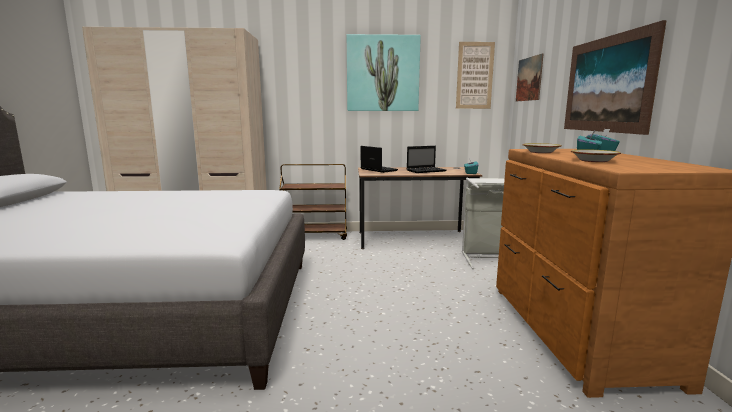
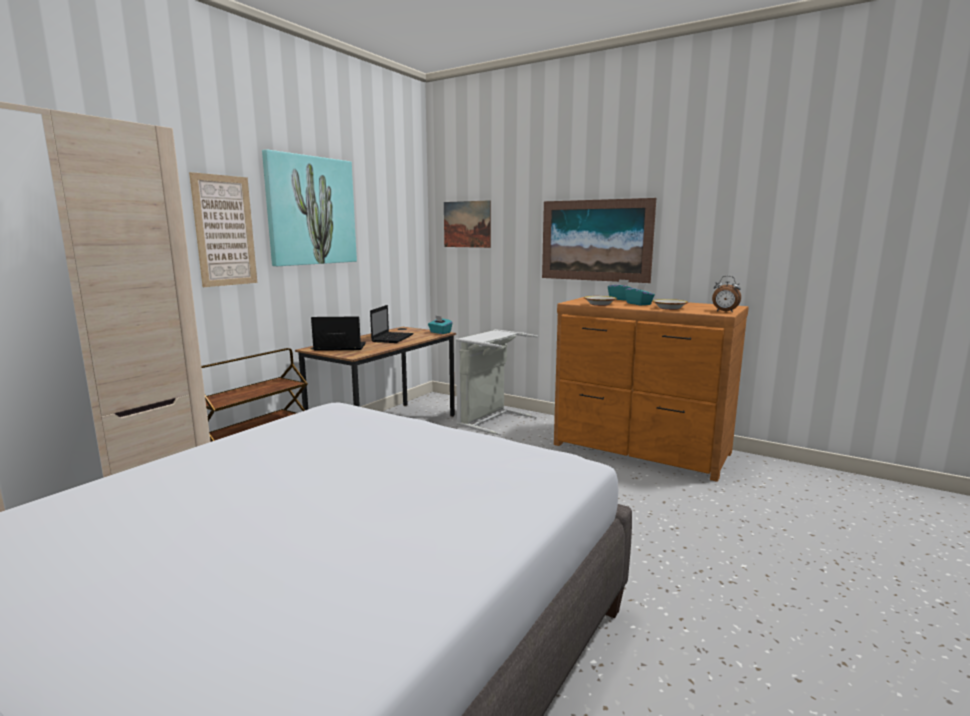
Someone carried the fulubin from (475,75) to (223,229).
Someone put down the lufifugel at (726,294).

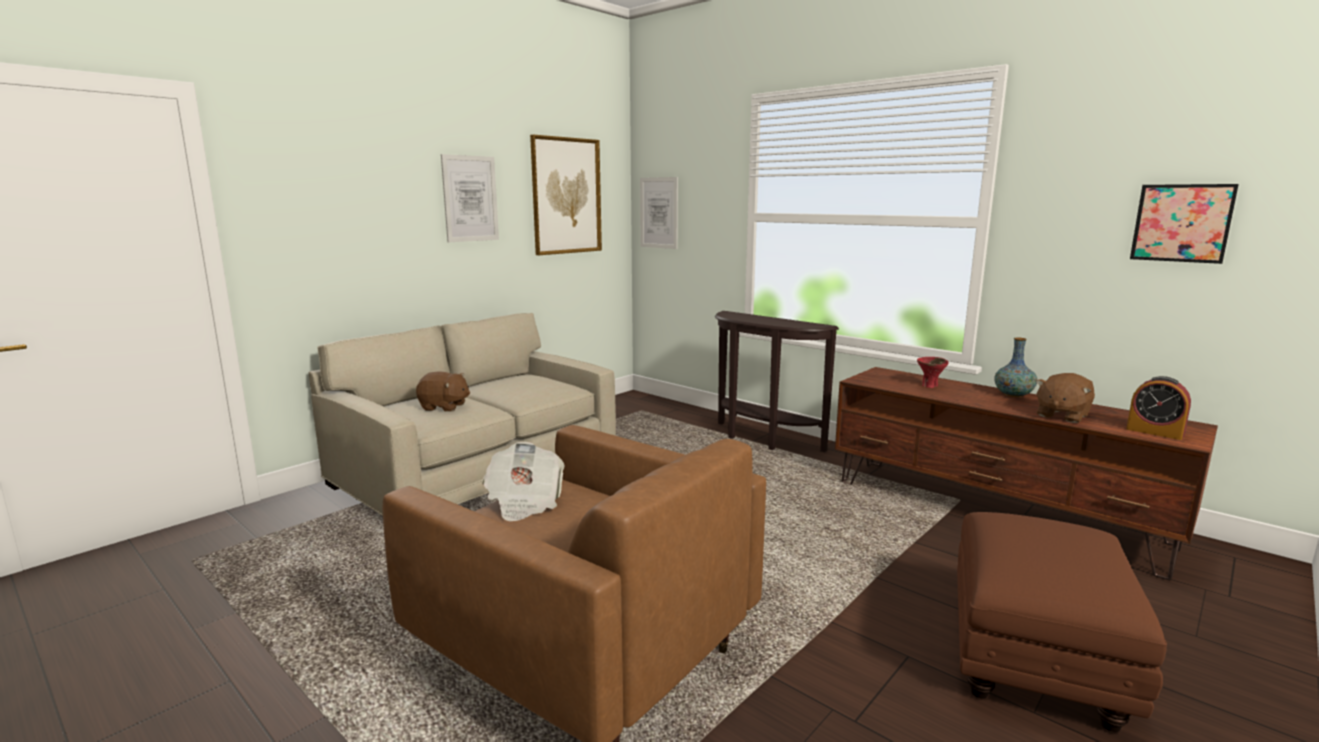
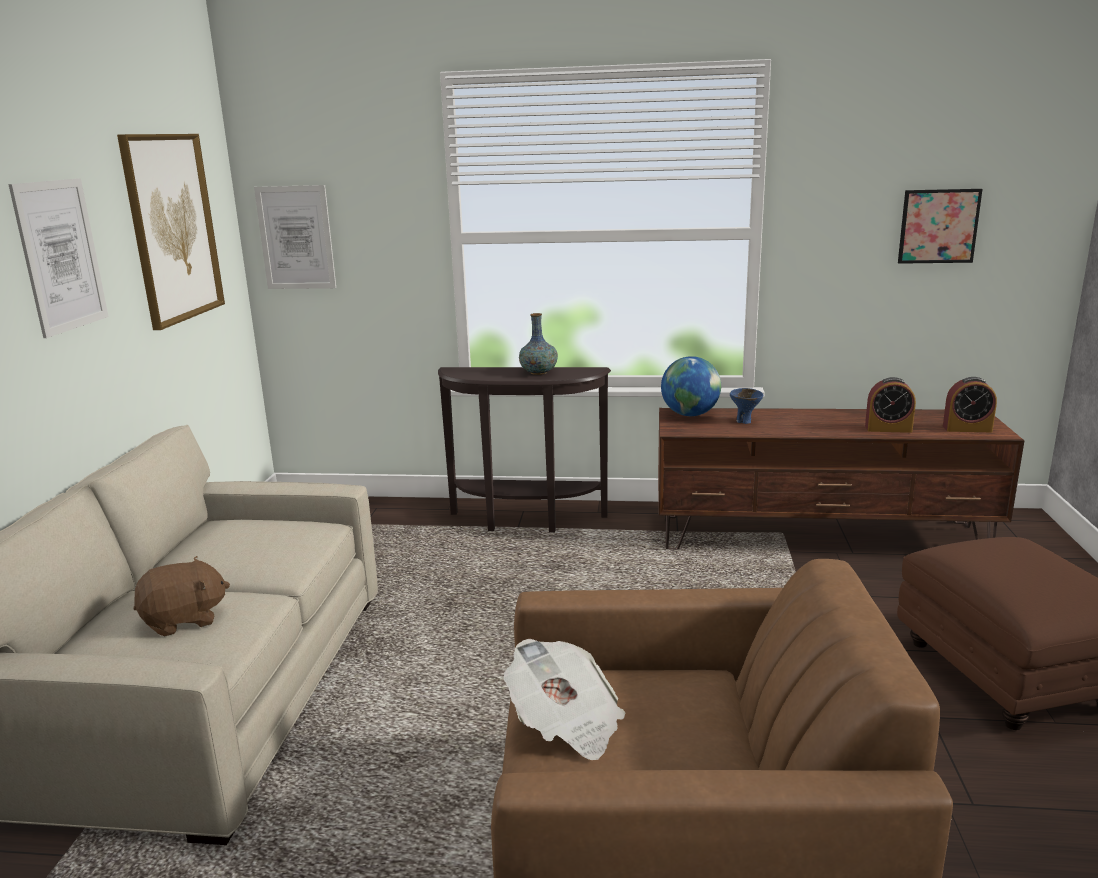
Someone carried the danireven from (1015,367) to (538,344).
Someone put down the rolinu at (691,386).
Someone repainted the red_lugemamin at (933,372), which became the blue_lugemamin at (746,406).
Someone swapped the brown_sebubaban at (1065,398) for the lufifugel at (890,405).

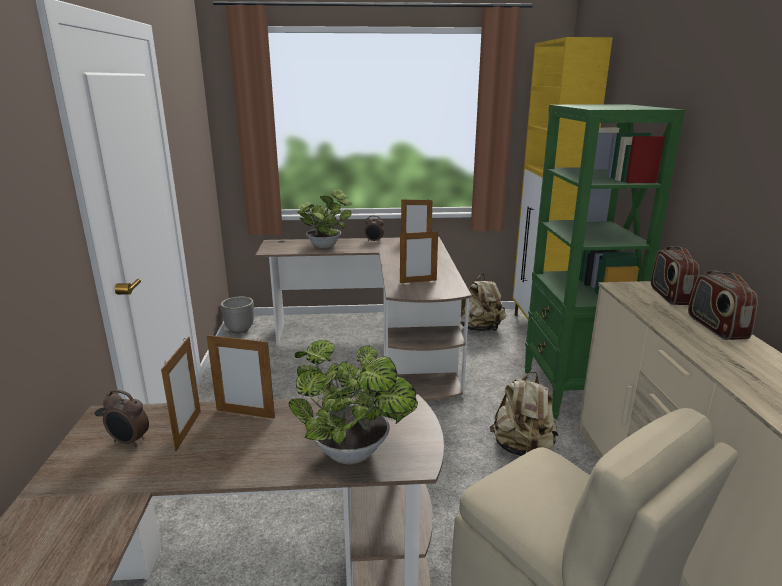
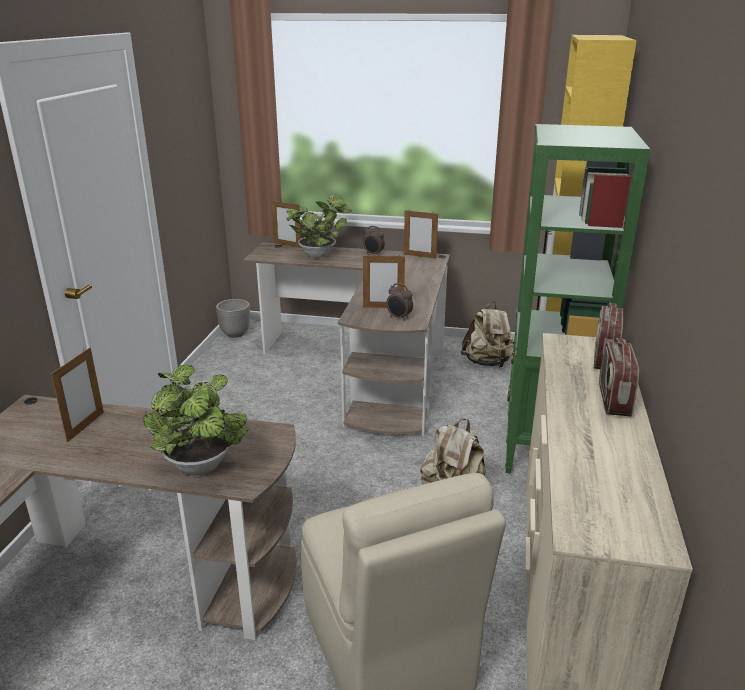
Someone carried the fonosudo from (241,376) to (286,224).
Someone carried the lufifugel from (126,419) to (399,302).

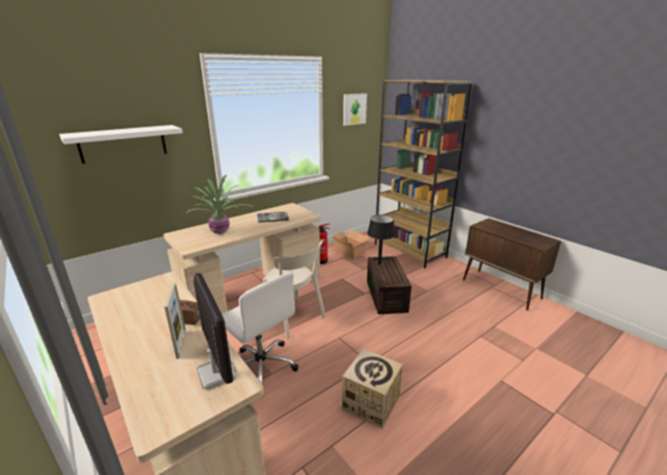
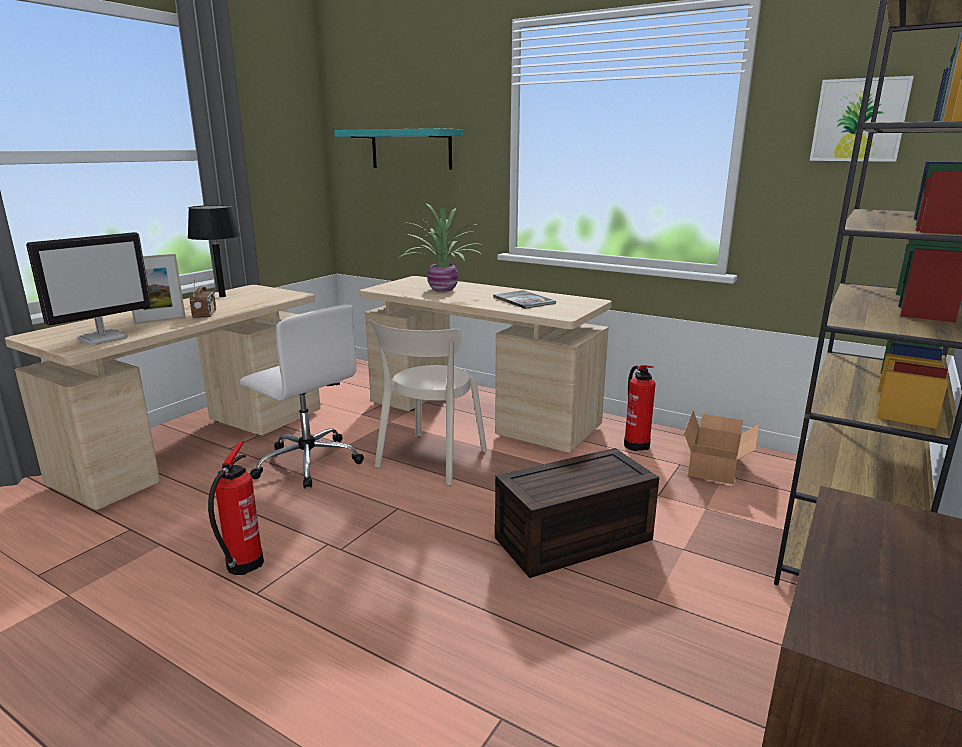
Someone carried the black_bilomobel from (381,240) to (214,251).
Someone swapped the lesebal at (372,389) for the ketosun at (236,508).
Someone rotated the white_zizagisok at (260,333) by 75 degrees counterclockwise.
Someone repainted the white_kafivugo at (121,144), which became the turquoise_kafivugo at (399,149).

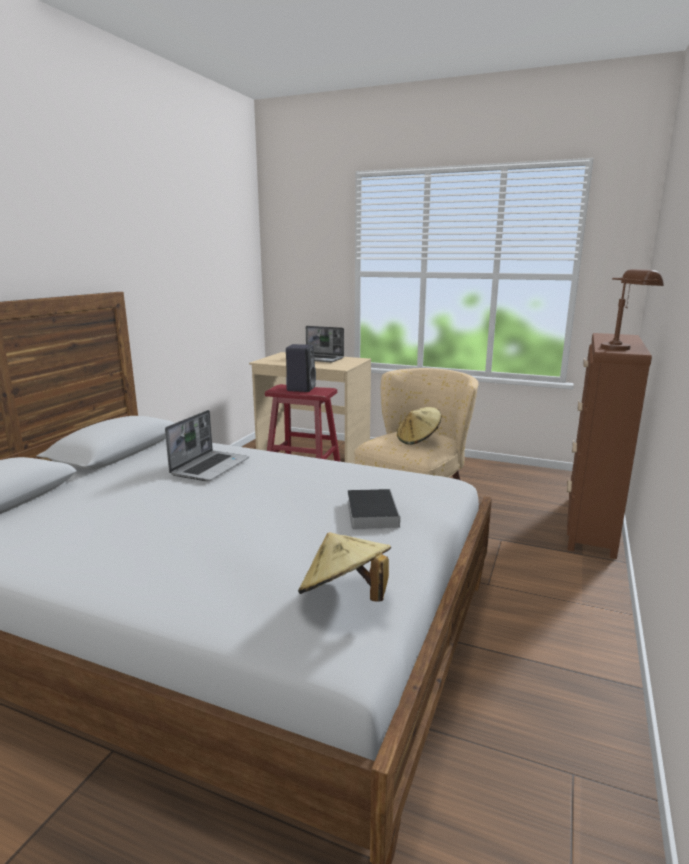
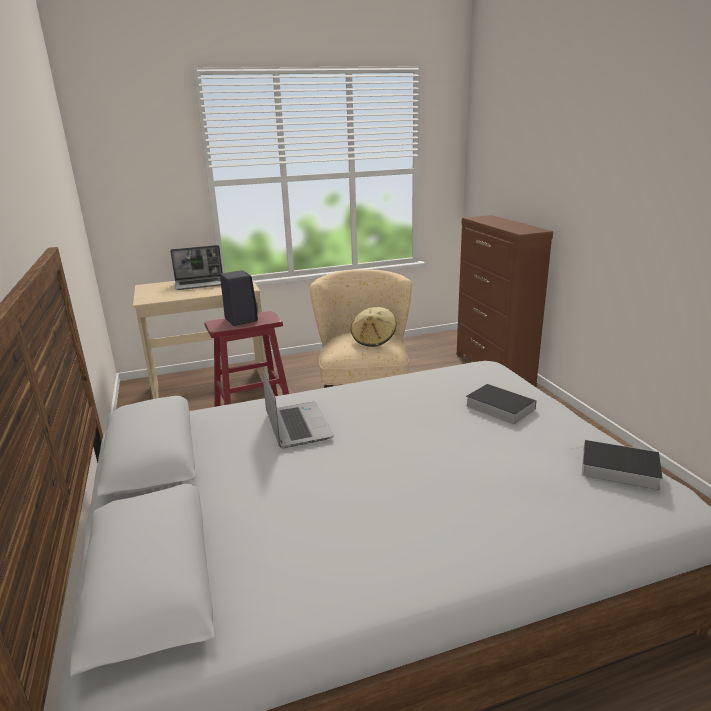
Someone swapped the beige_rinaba at (344,567) for the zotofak at (616,465).
Someone took away the brown_bilomobel at (632,310).

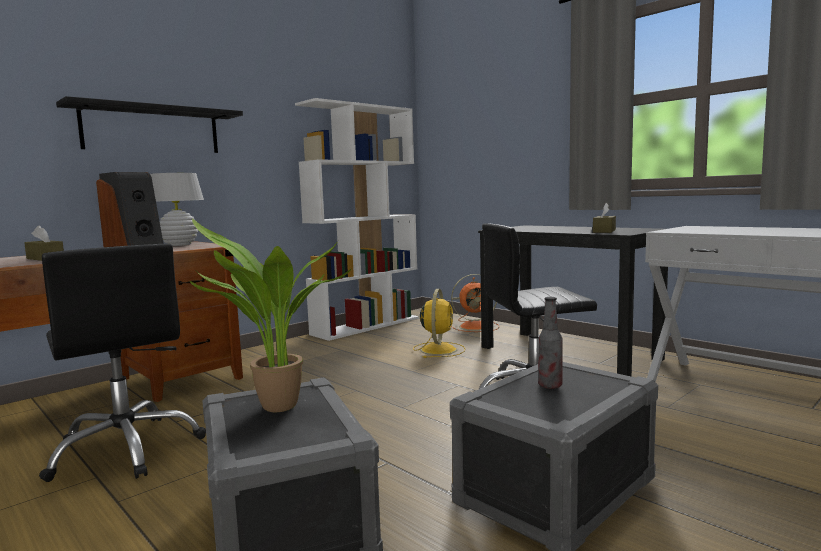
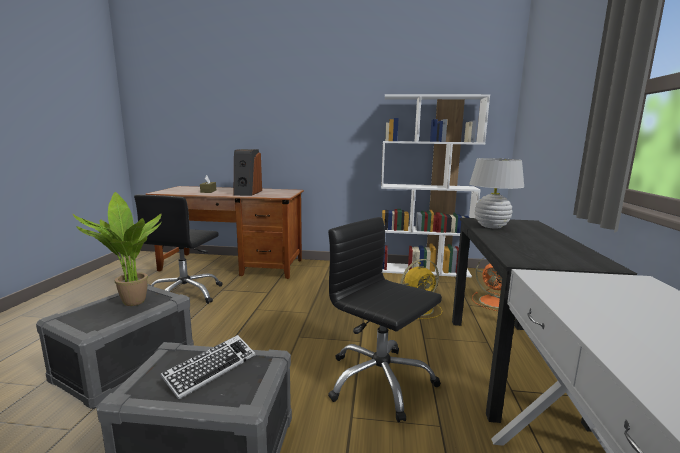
Someone swapped the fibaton at (550,343) for the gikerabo at (207,367).
Someone carried the white_bilomobel from (177,209) to (496,193).
Someone took away the black_kafivugo at (149,124).
Someone took away the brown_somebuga at (604,218).

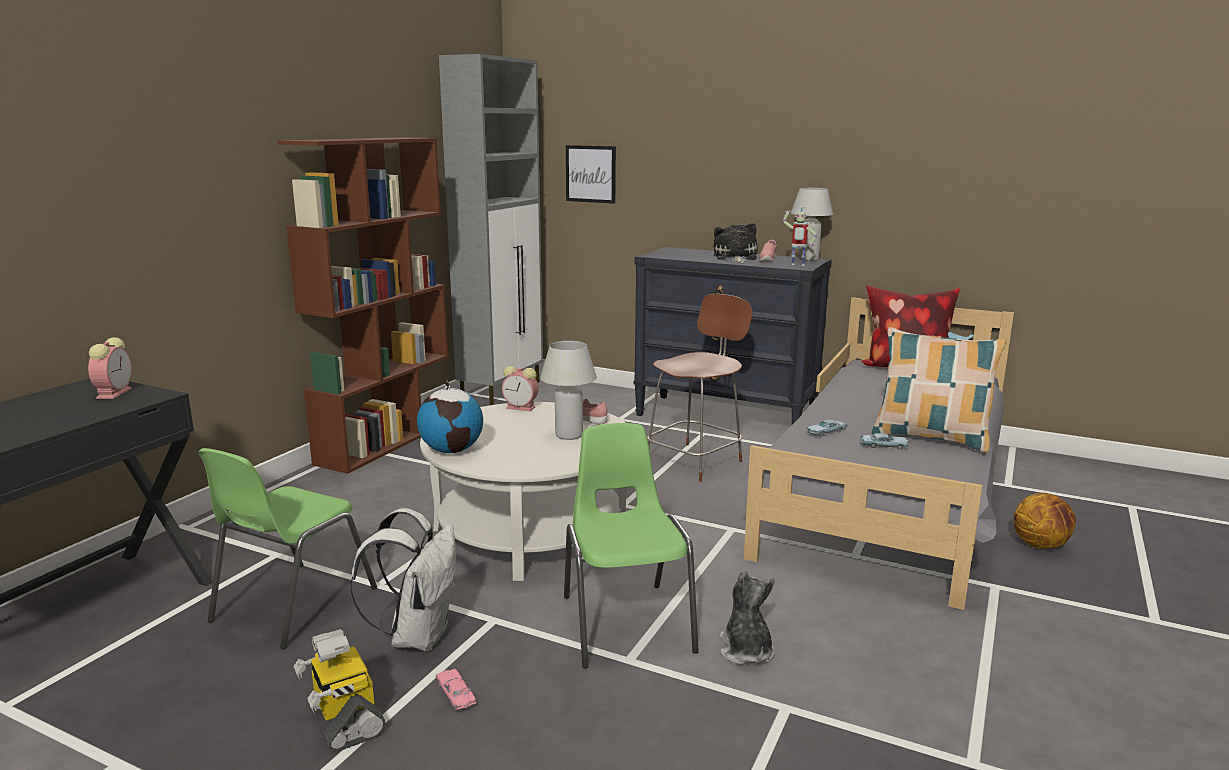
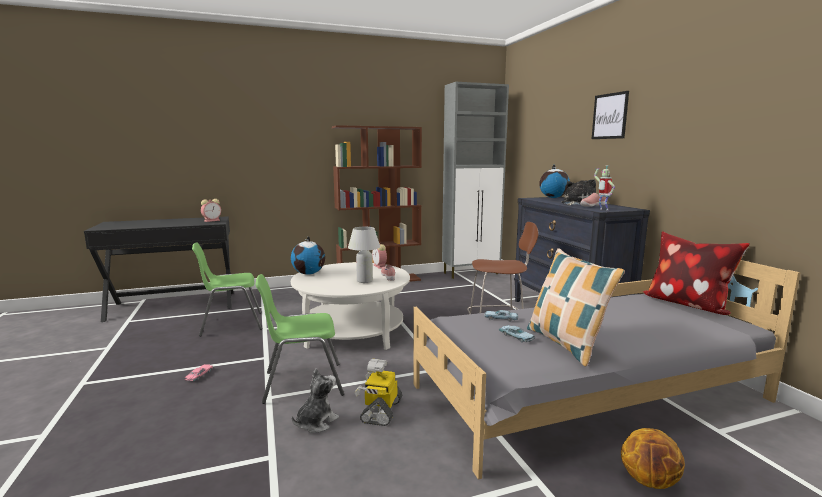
Someone rotated the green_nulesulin at (631,545) by 135 degrees counterclockwise.
Someone carried the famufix from (339,690) to (378,392).
Someone put down the rolinu at (554,181).
Someone carried the fulubin from (591,174) to (610,115).
Someone took away the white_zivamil at (403,579).
Someone took away the white_bilomobel at (812,224).

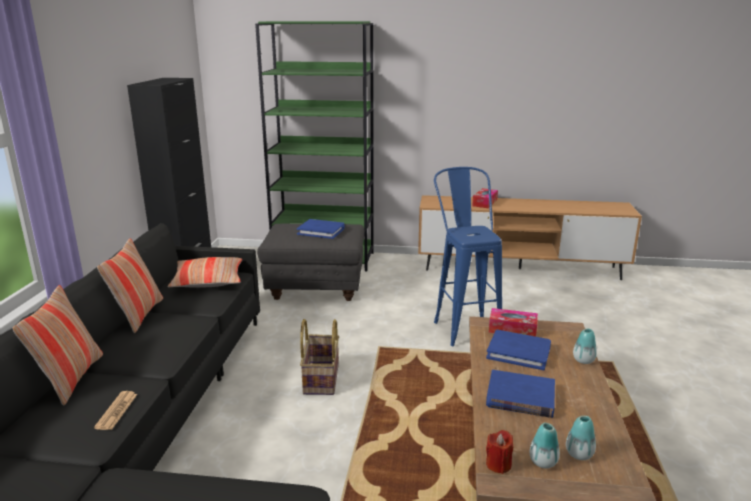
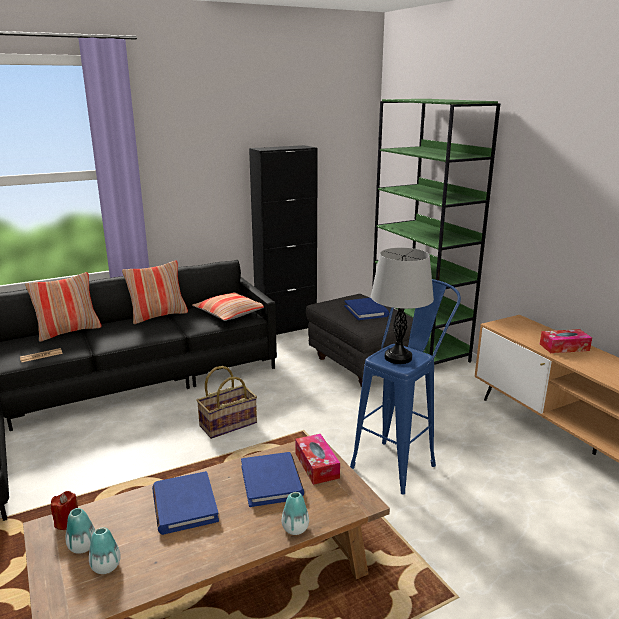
Someone put down the grey_bilomobel at (402,306).

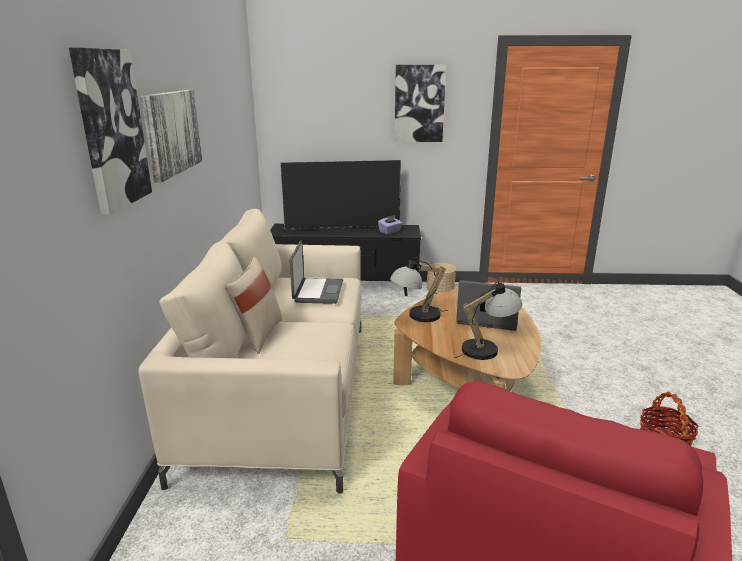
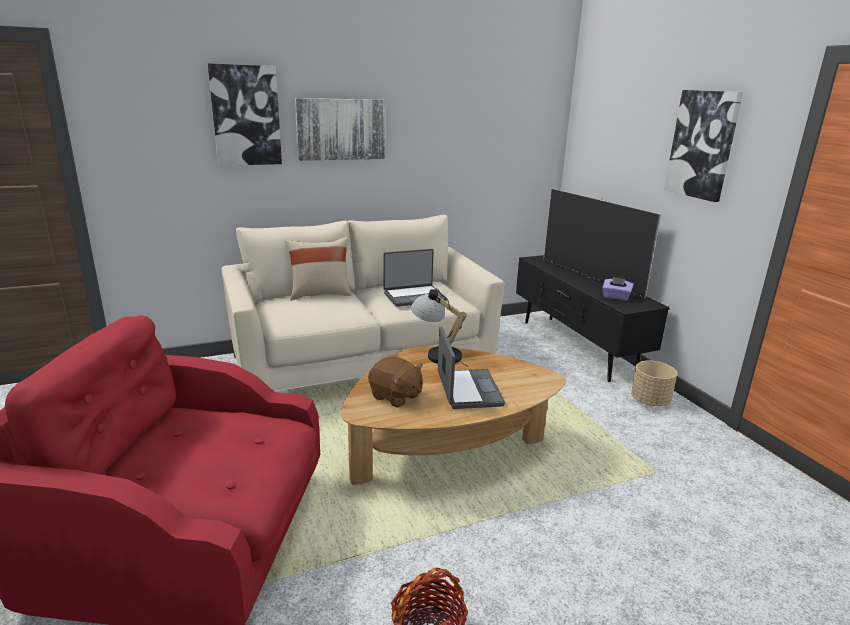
Someone swapped the bilomobel at (488,321) for the brown_sebubaban at (395,382).

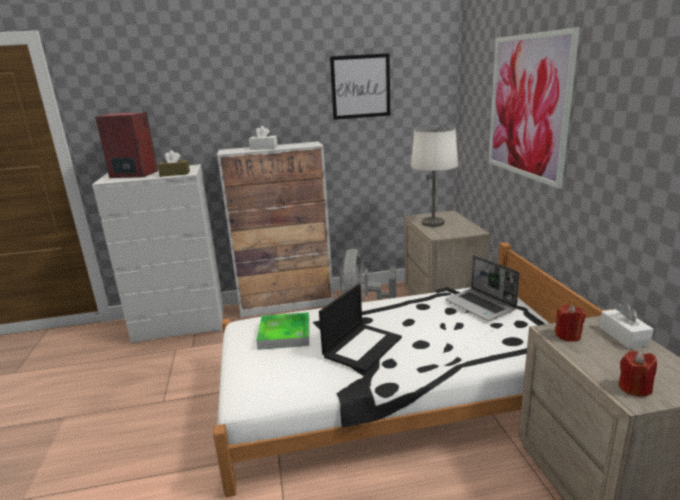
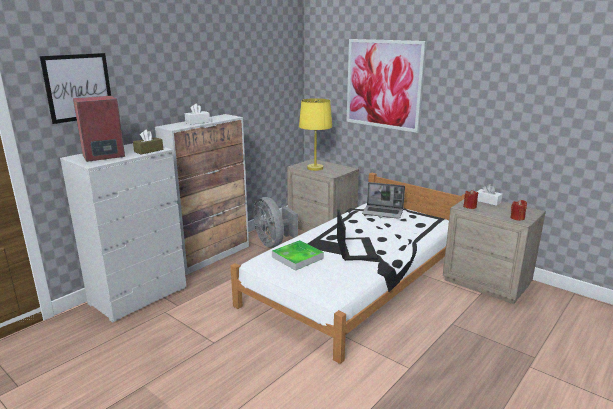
Someone carried the fulubin from (360,86) to (75,88).
Someone repainted the white_bilomobel at (434,177), which became the yellow_bilomobel at (315,134).

